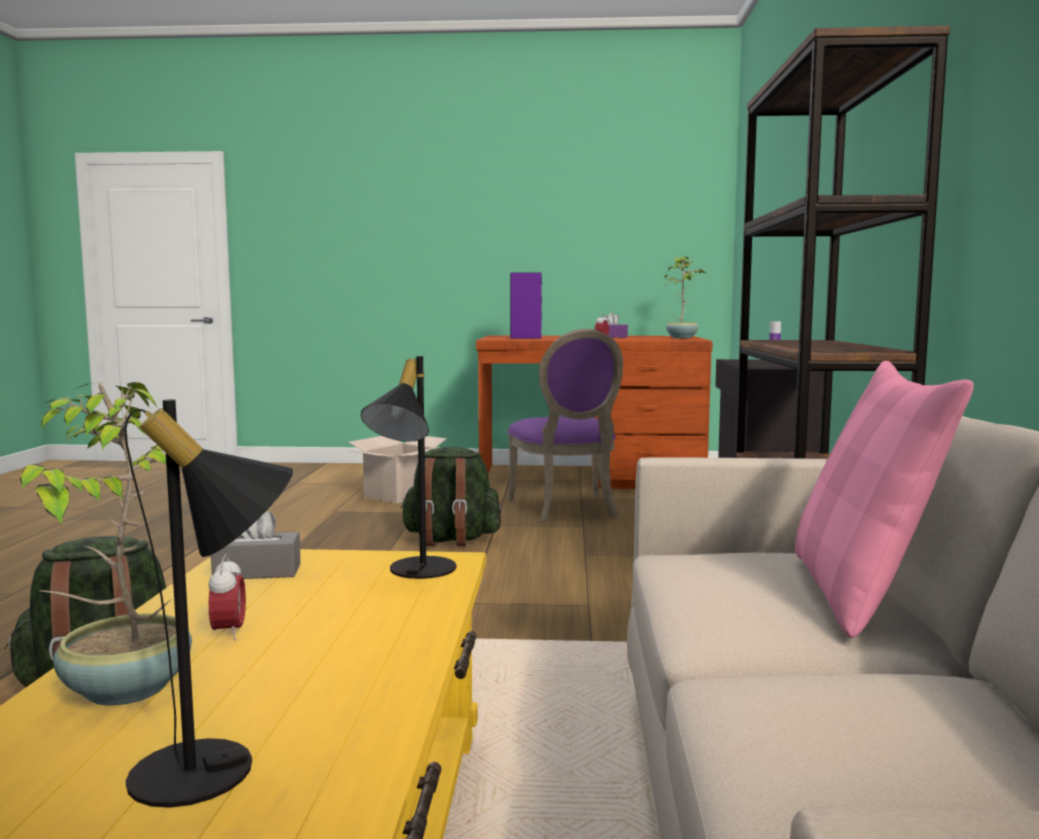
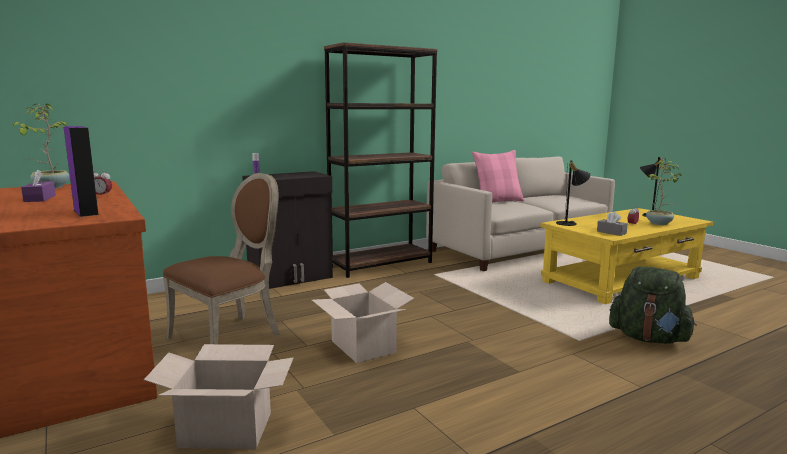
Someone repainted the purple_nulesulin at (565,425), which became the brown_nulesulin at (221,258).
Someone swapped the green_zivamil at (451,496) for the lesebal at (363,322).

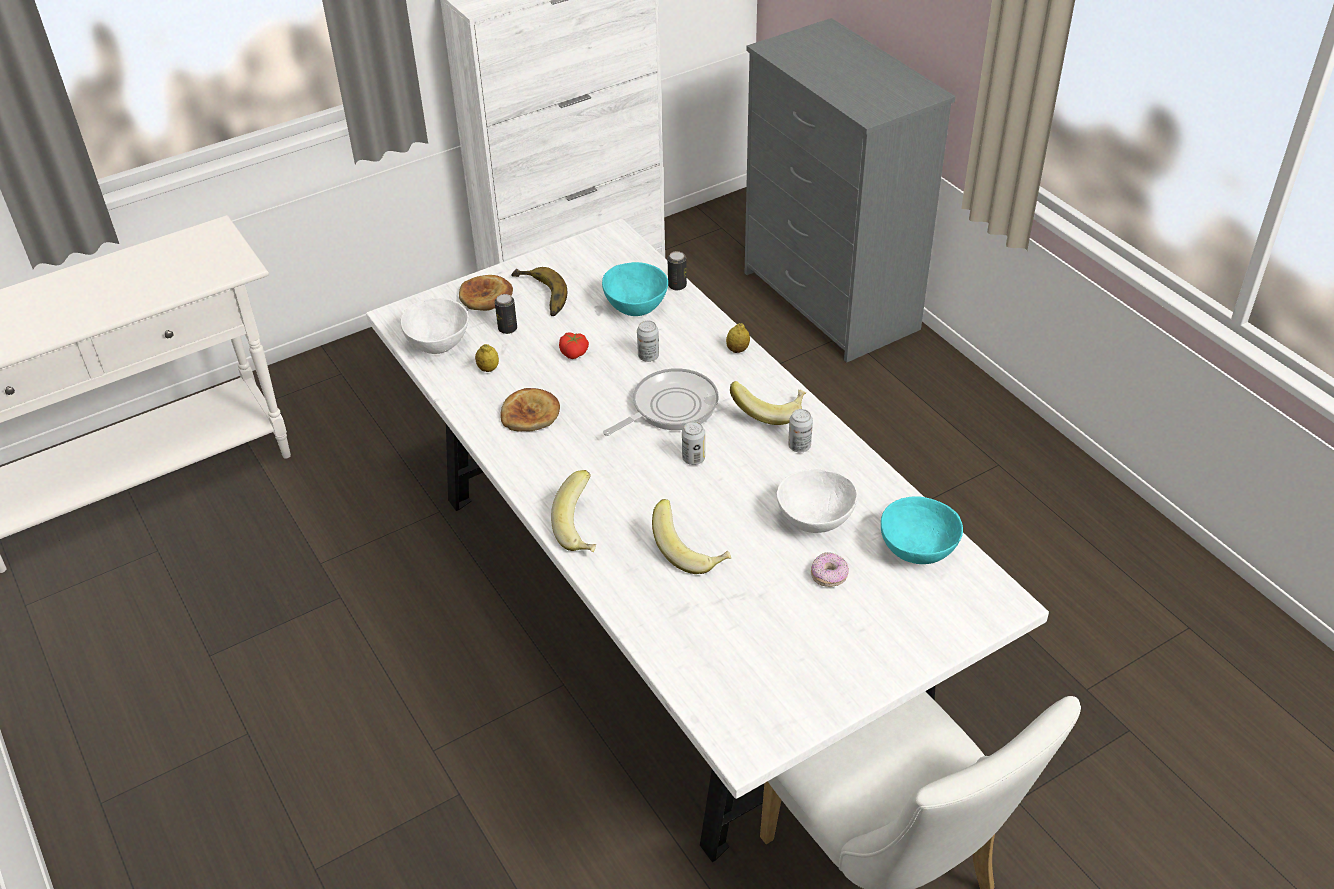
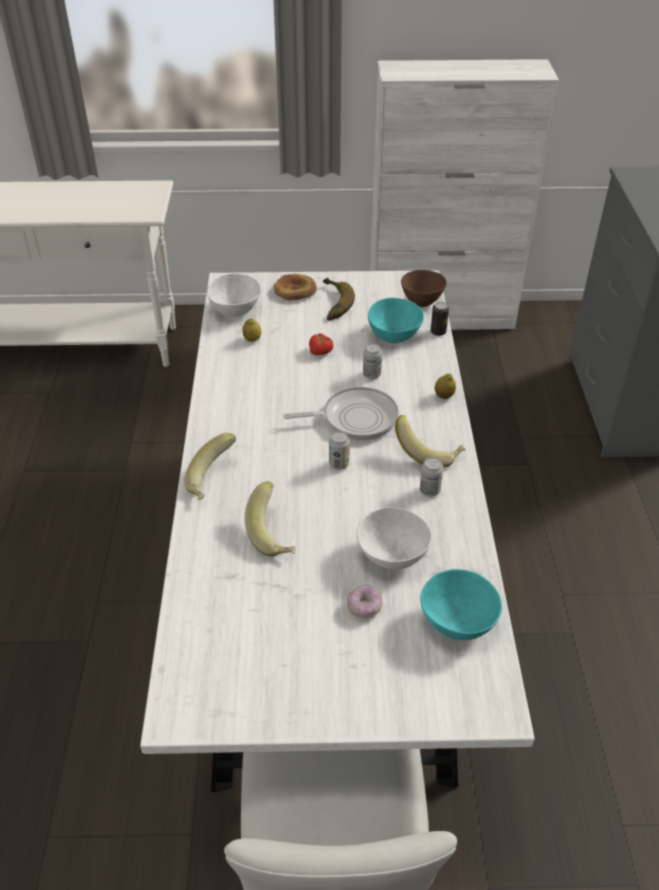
Someone put down the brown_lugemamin at (424,288).
Someone took away the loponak at (506,314).
Someone took away the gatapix at (530,410).

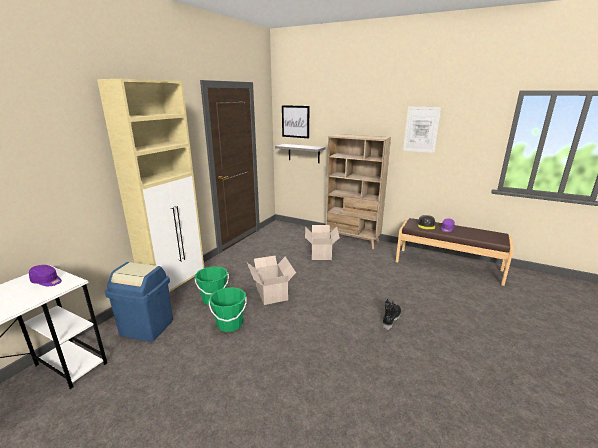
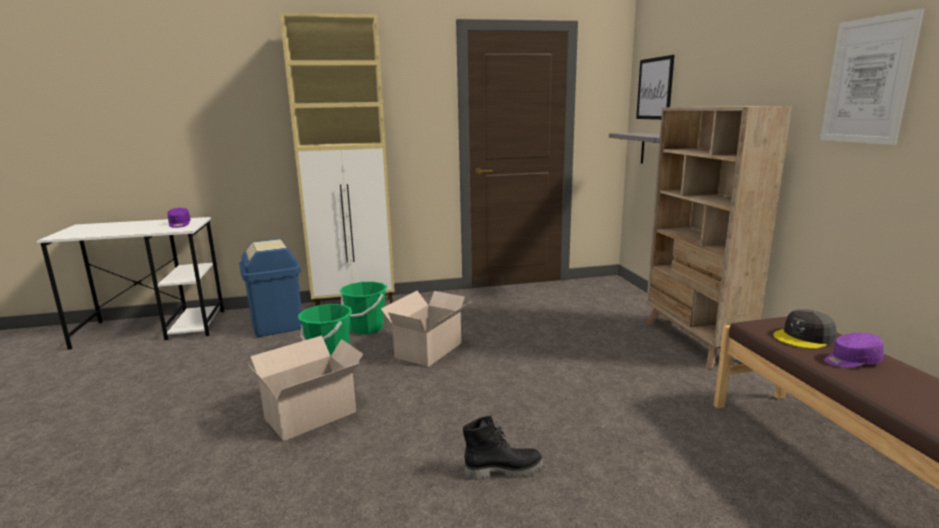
Someone carried the lesebal from (322,242) to (305,388).

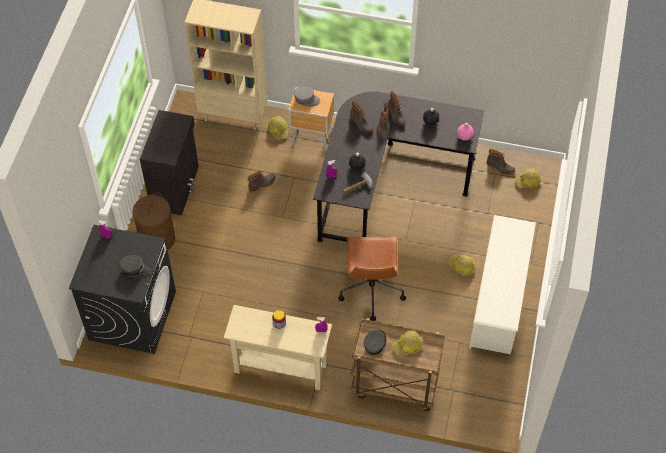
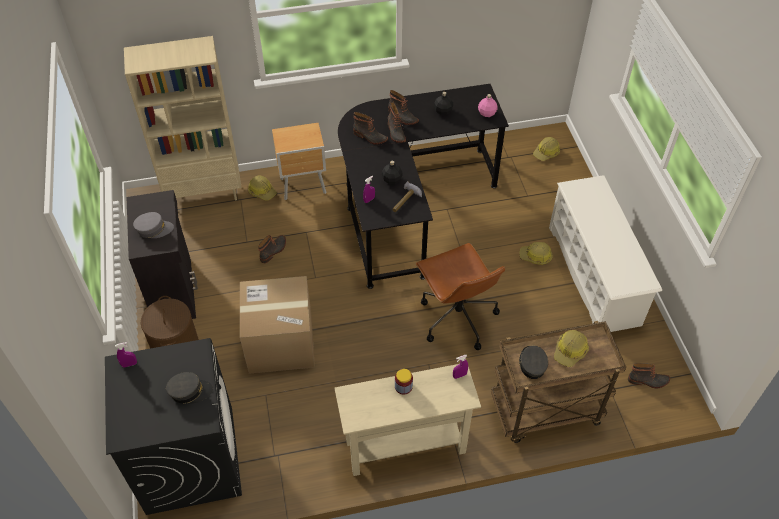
Someone carried the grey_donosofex from (307,96) to (153,225).
Someone put down the lesebal at (277,325).
Someone carried the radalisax from (501,161) to (649,375).

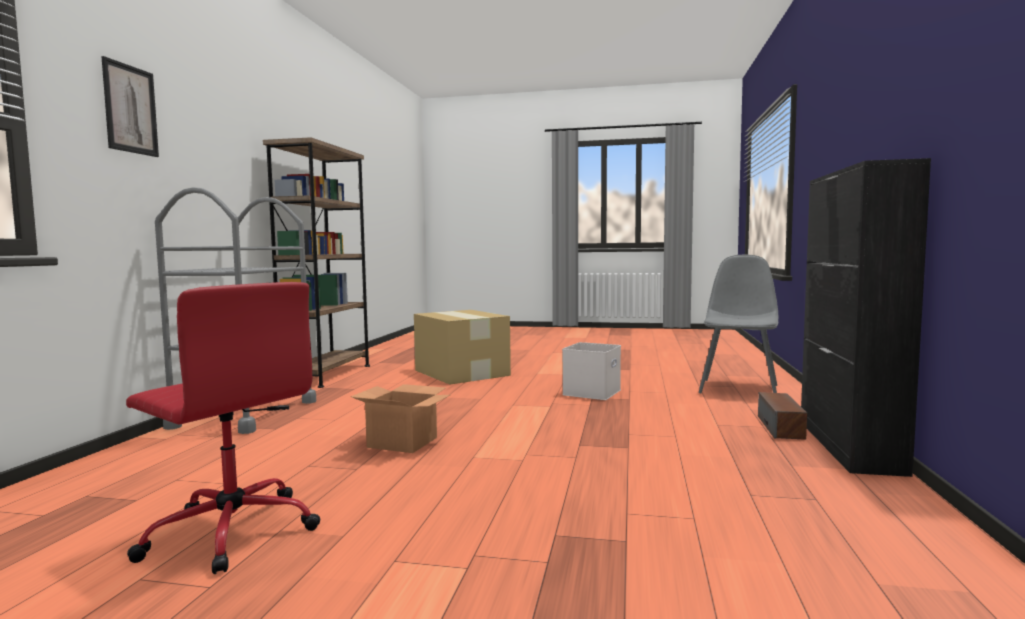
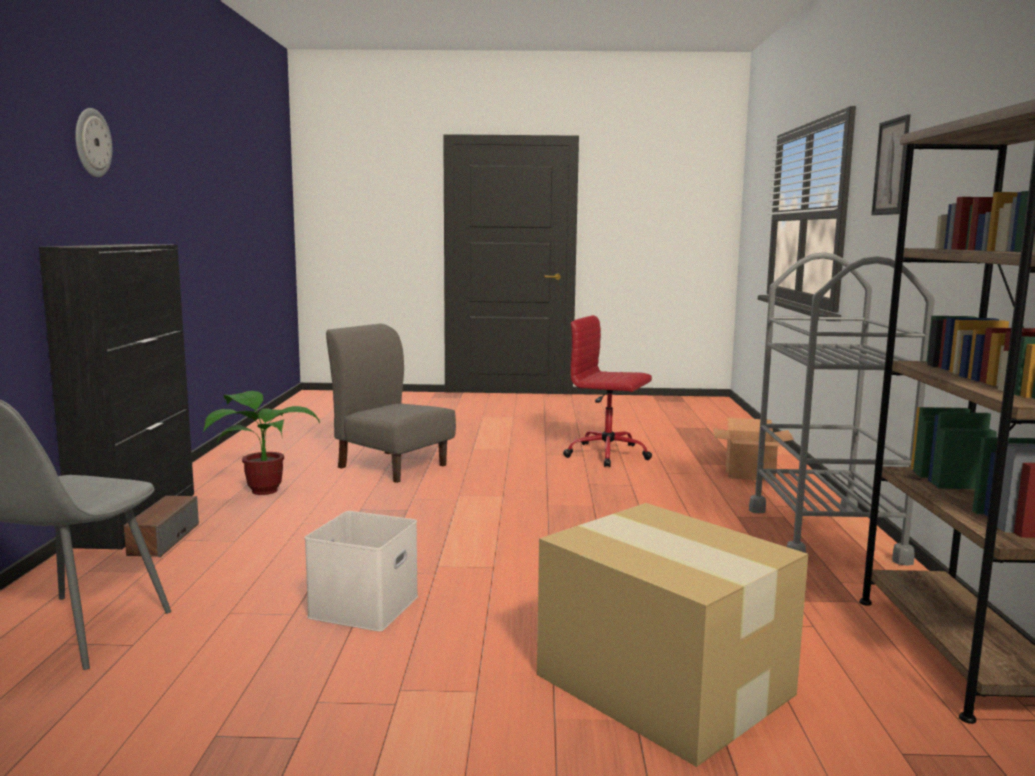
Someone put up the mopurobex at (93,142).
Someone put down the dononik at (262,443).
Someone put down the grey_nulesulin at (391,403).
Someone carried the lesebal from (400,418) to (753,449).

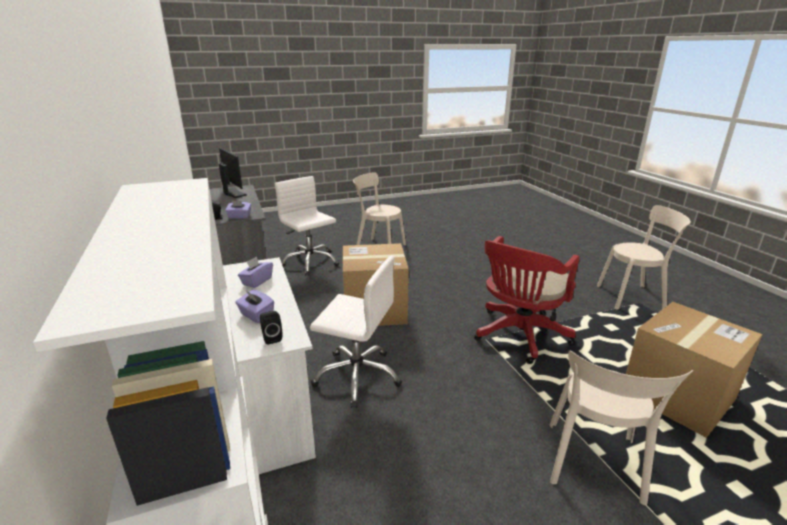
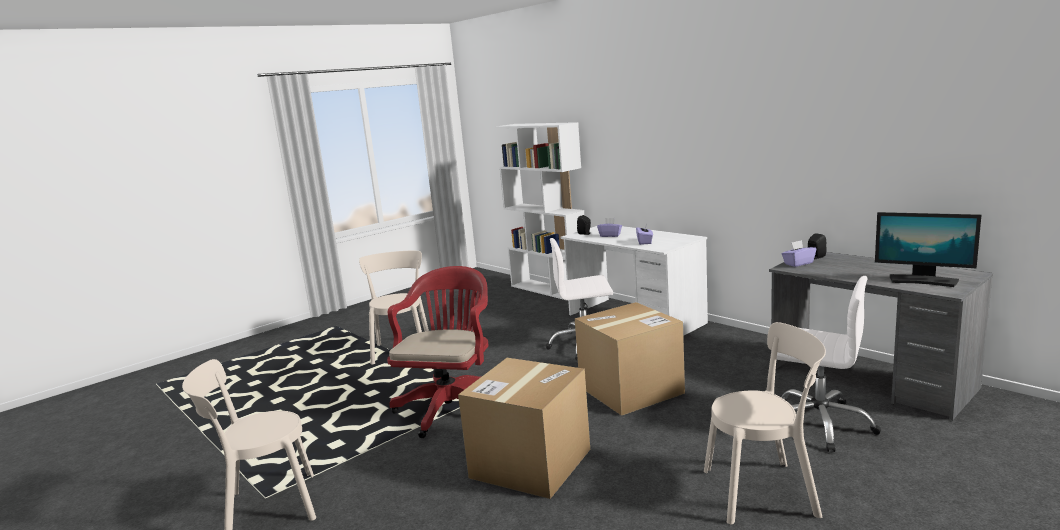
Someone carried the lesebal from (694,370) to (524,428).

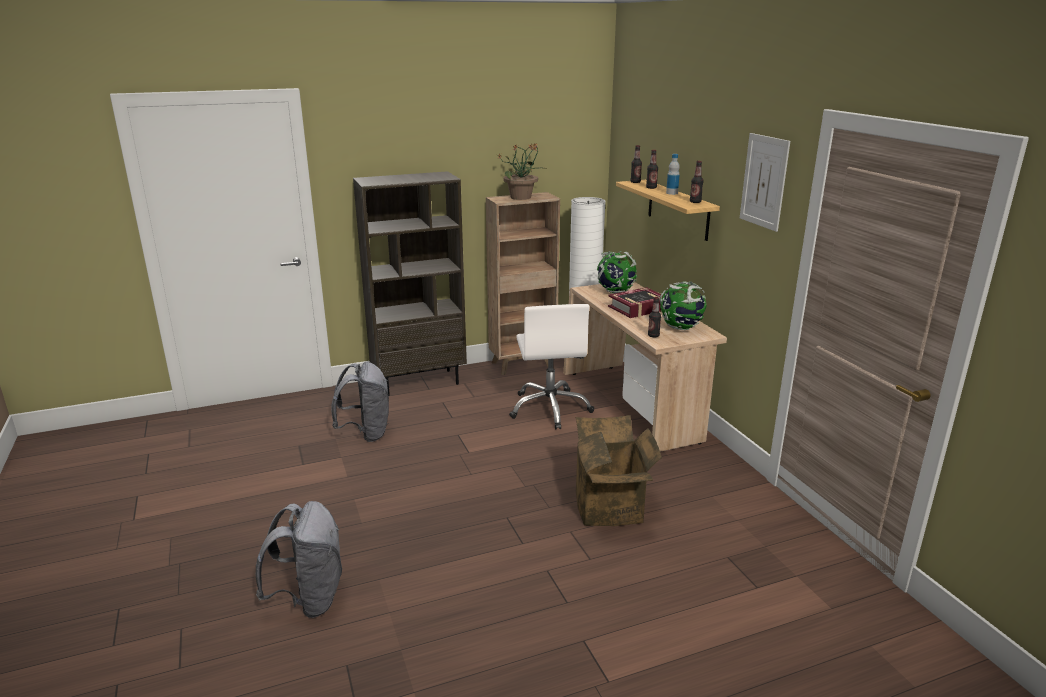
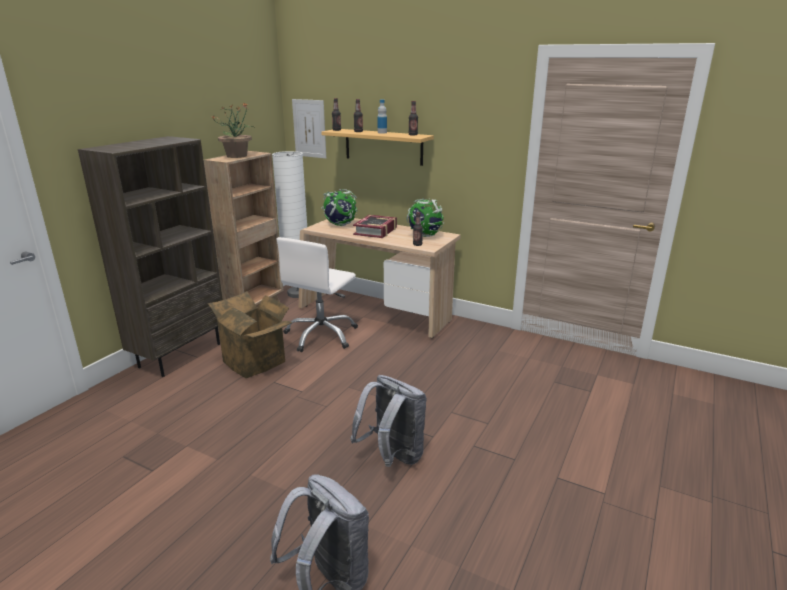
Someone carried the lesebal from (619,470) to (250,334).
Someone rotated the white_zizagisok at (551,367) by 75 degrees clockwise.
Someone carried the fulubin from (765,182) to (309,129).
Someone carried the grey_zivamil from (360,402) to (388,421).

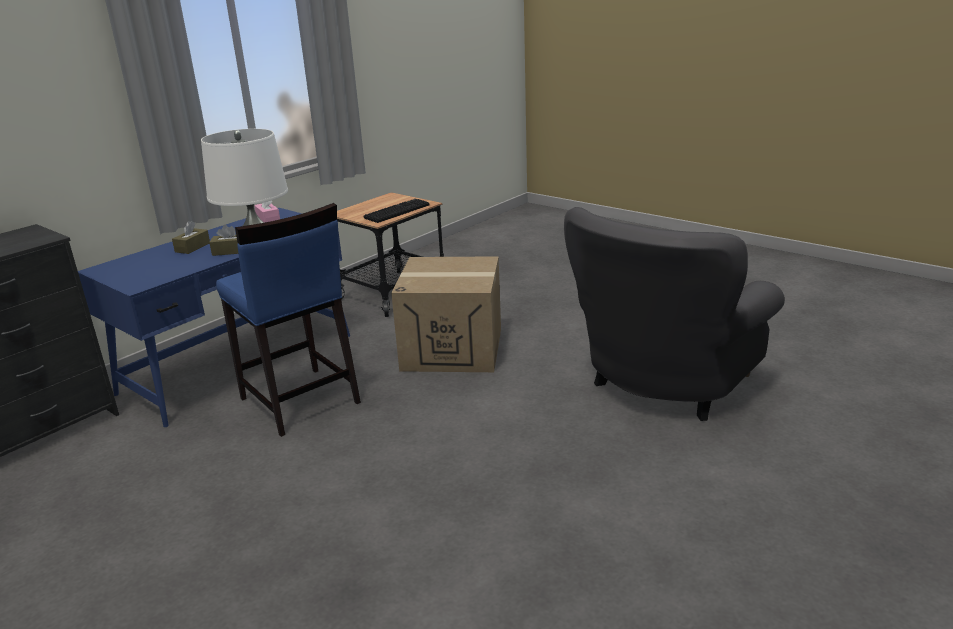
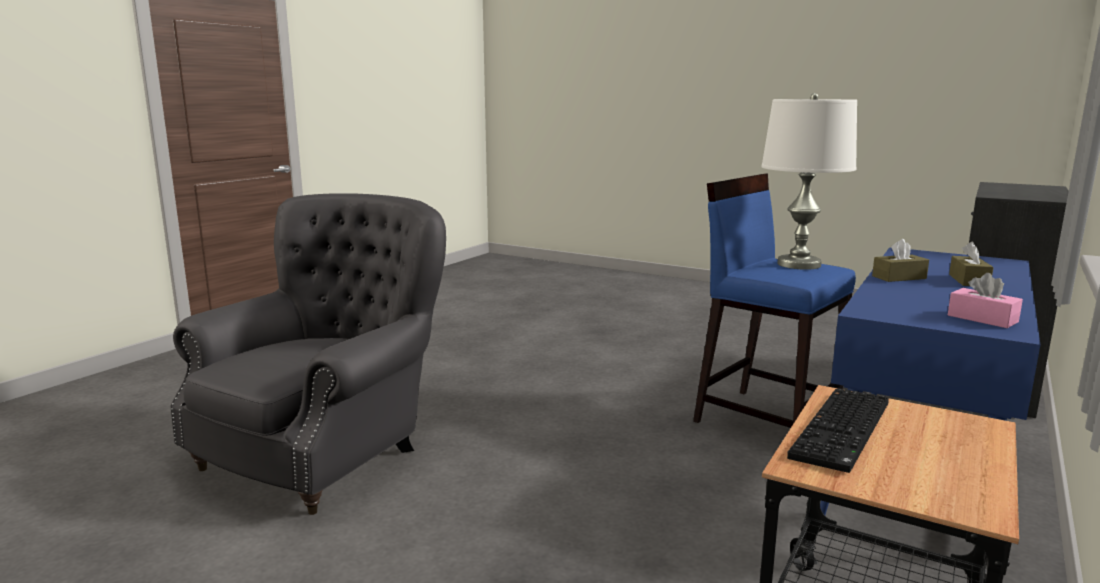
Someone took away the lesebal at (446,314).

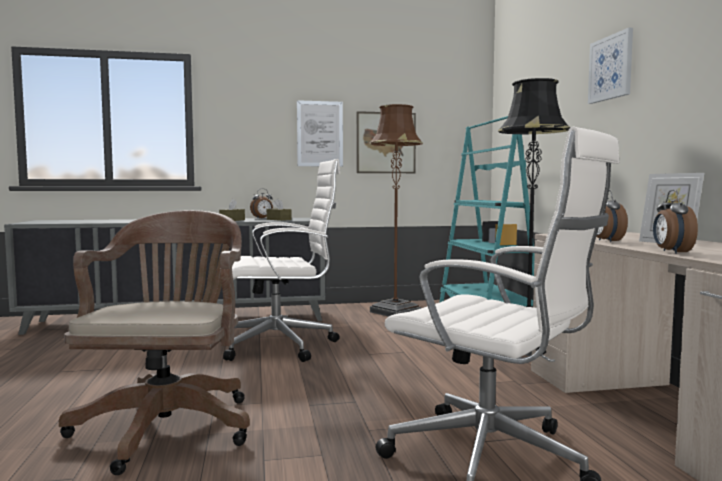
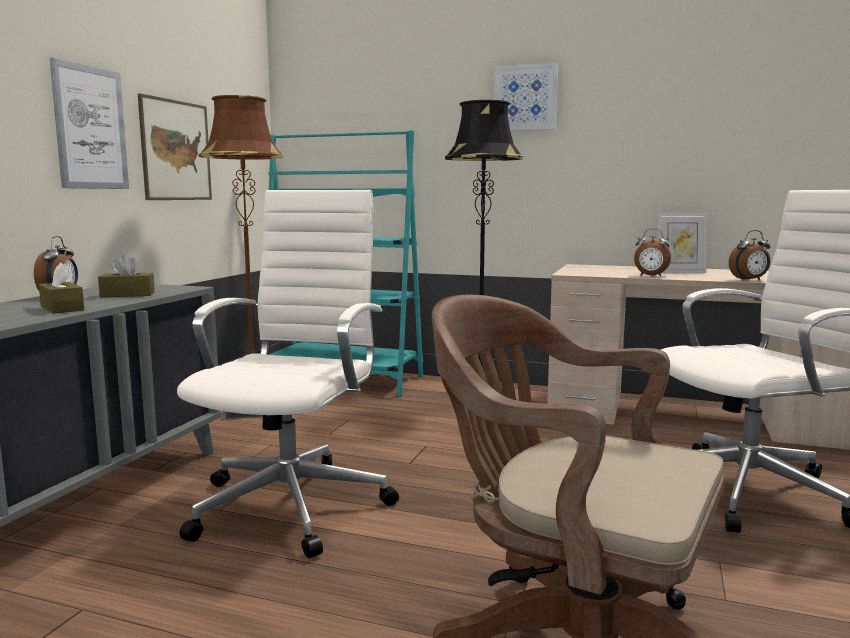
Someone rotated the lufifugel at (675,222) by 45 degrees counterclockwise.

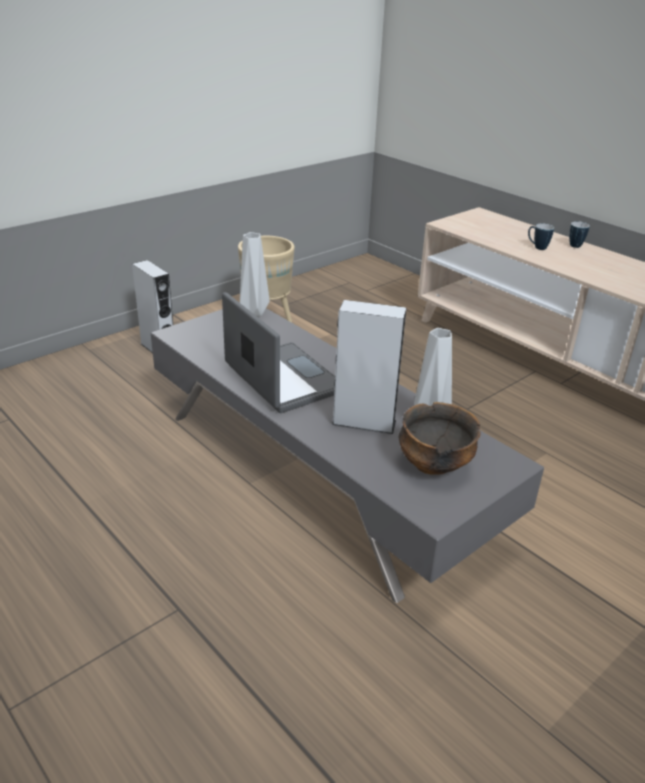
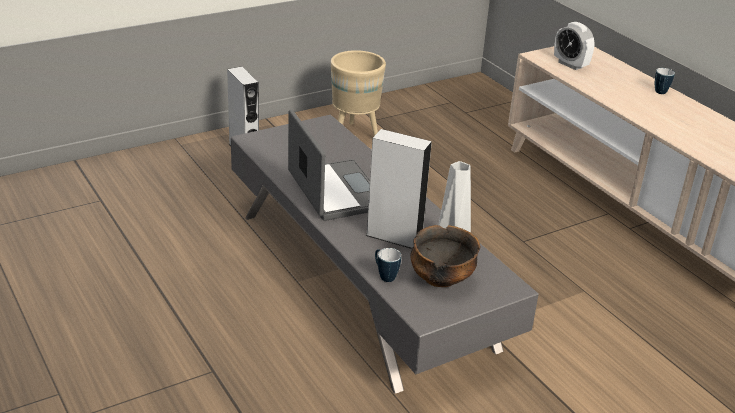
Someone carried the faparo from (541,236) to (388,265).
Someone put down the lufifugel at (574,46).
Someone took away the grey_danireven at (255,274).

